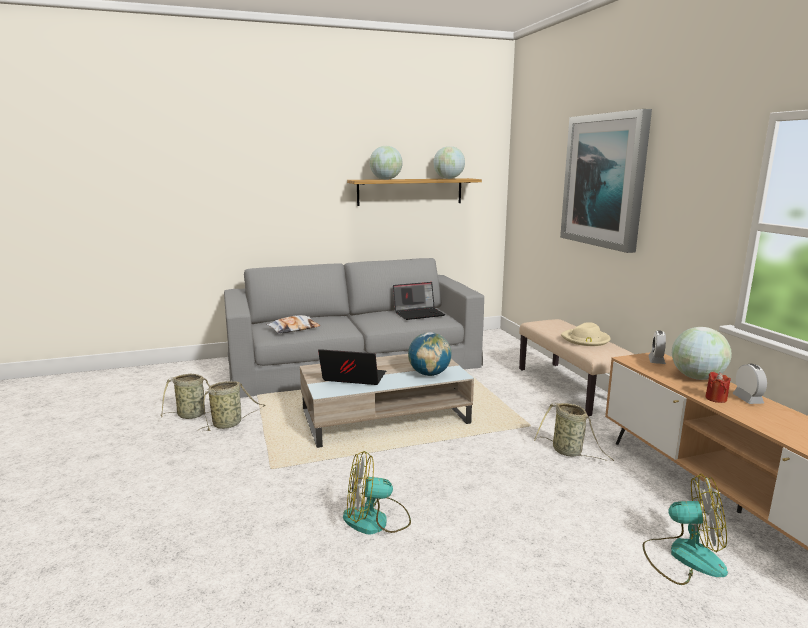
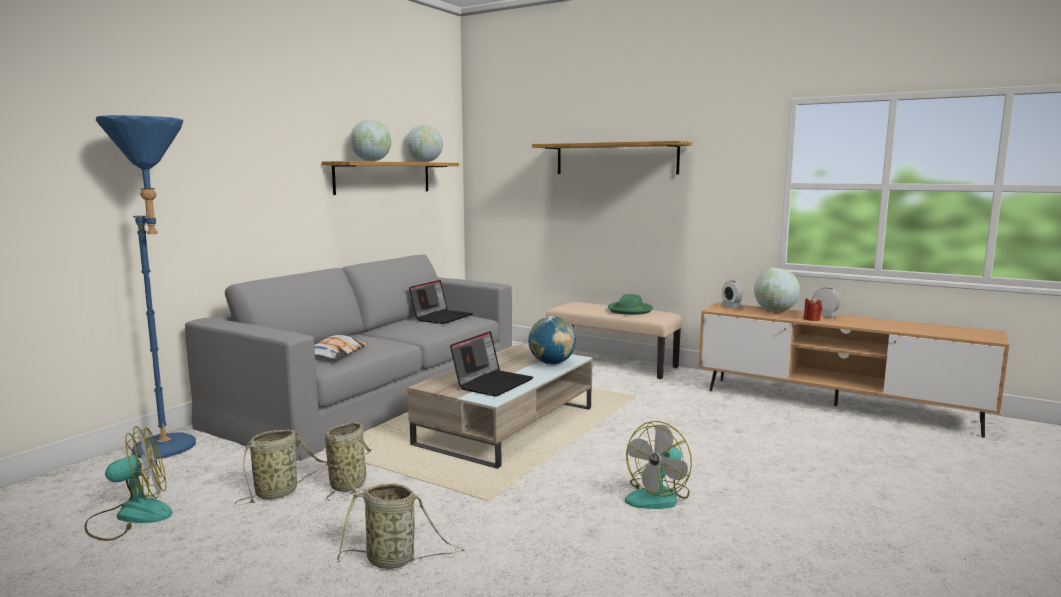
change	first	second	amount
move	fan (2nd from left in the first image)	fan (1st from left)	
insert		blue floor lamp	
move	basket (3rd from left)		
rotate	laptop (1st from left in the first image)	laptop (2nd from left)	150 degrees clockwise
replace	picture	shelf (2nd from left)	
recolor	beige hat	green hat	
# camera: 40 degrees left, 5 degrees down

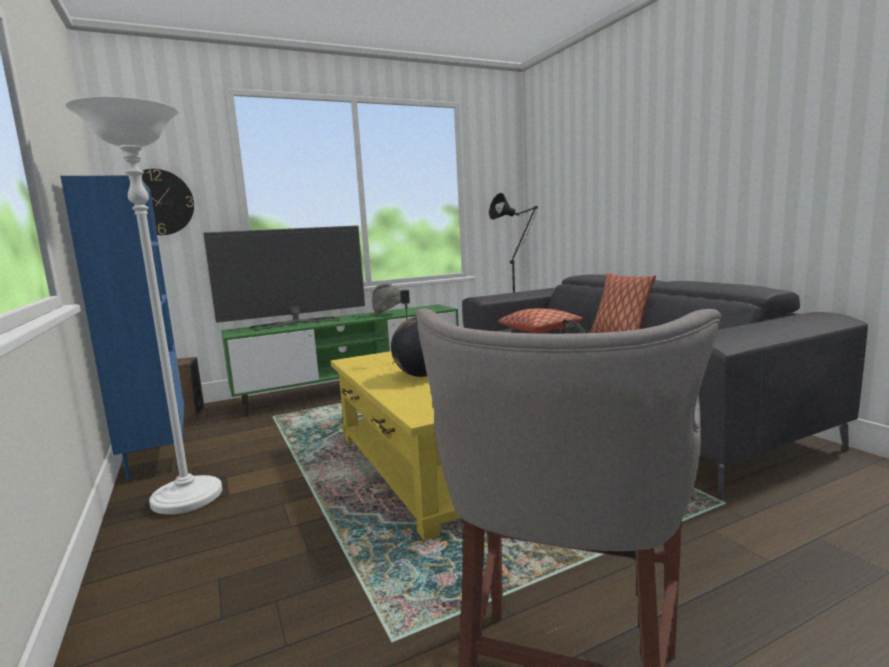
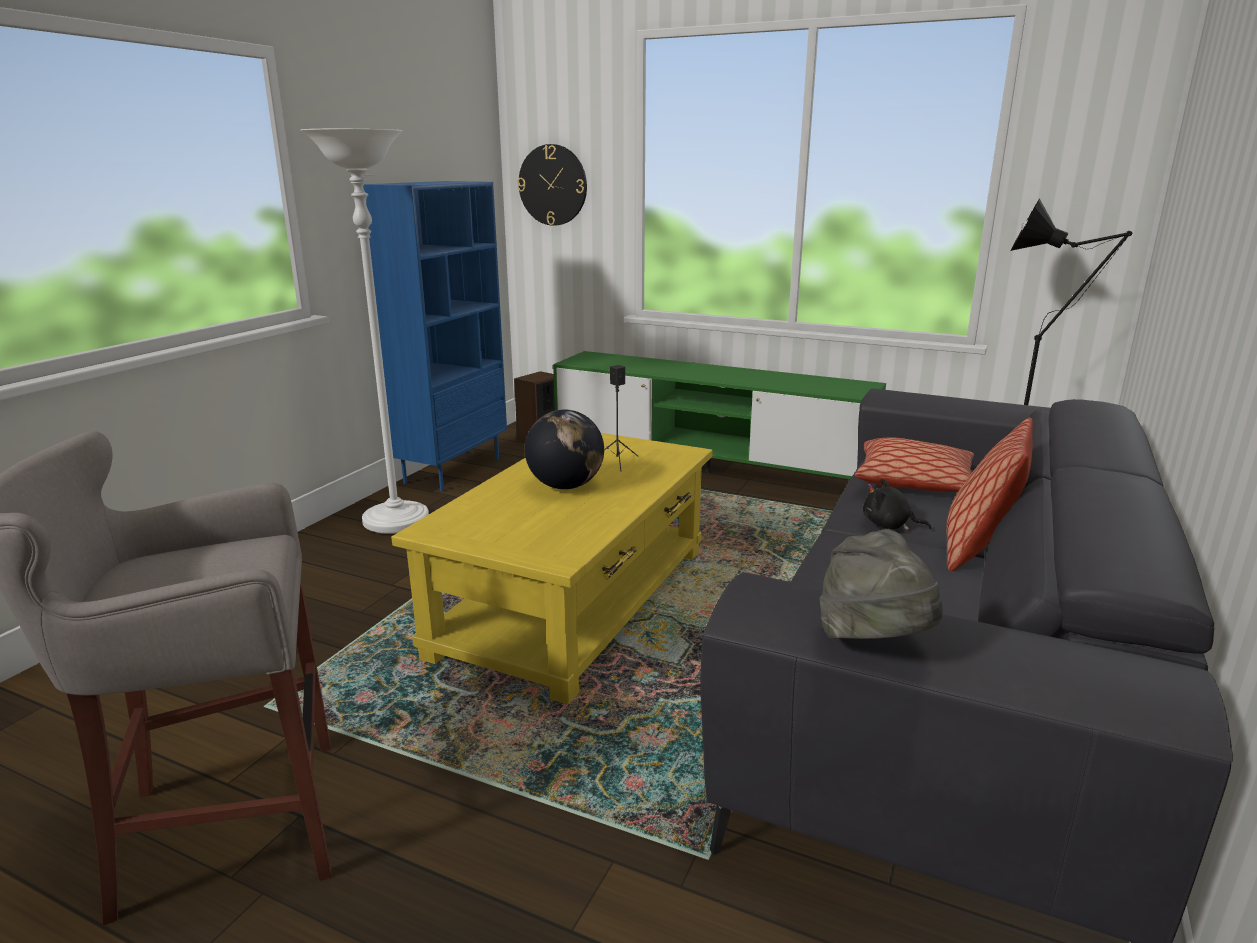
change	first	second	amount
move	grey hat		
delete	television		
# camera: 50 degrees right, 10 degrees up

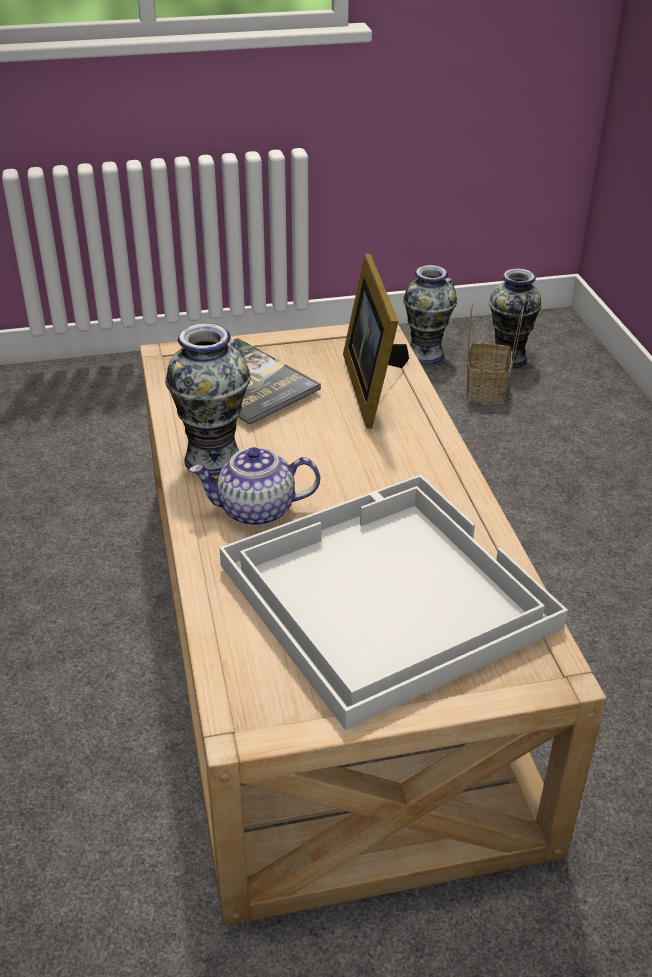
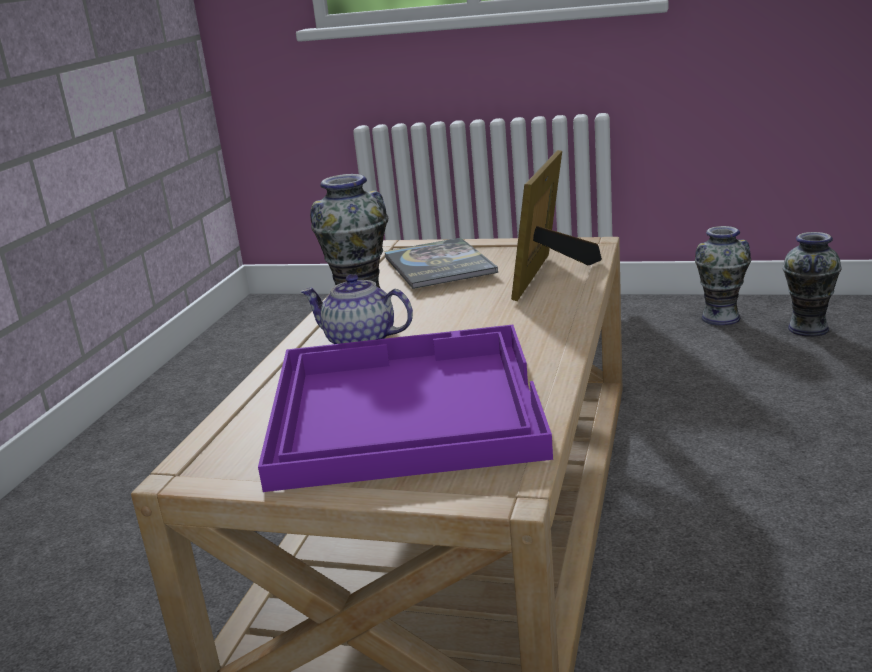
change	first	second	amount
recolor	white tray	purple tray	
delete	basket		
# camera: 30 degrees right, 15 degrees down

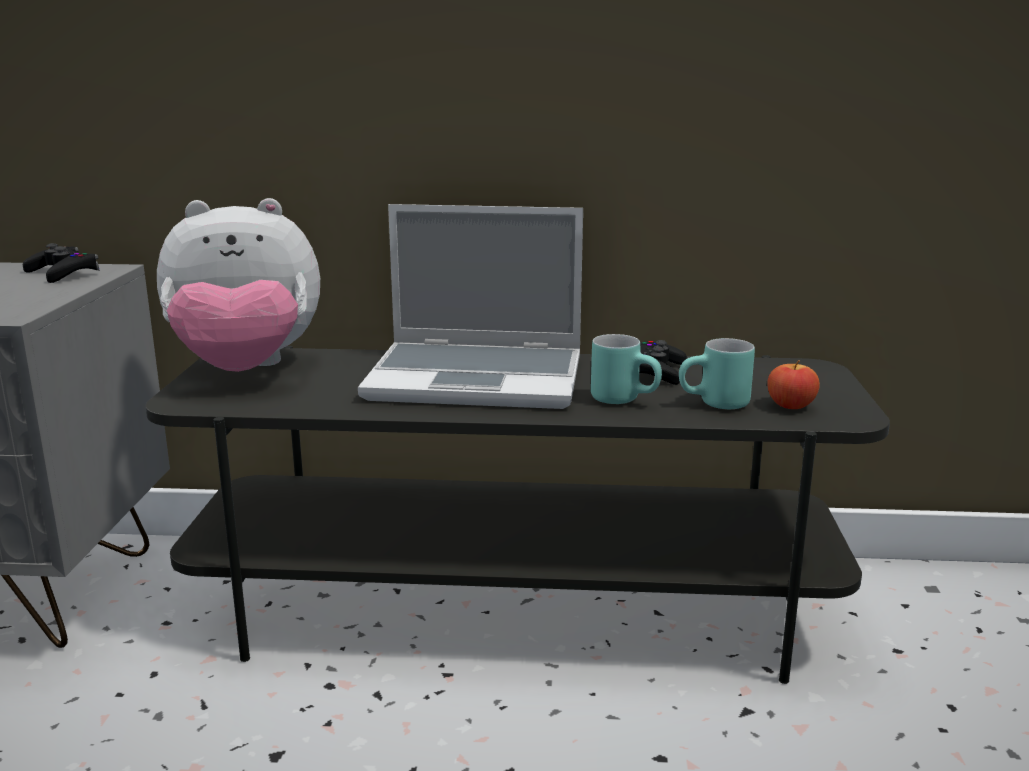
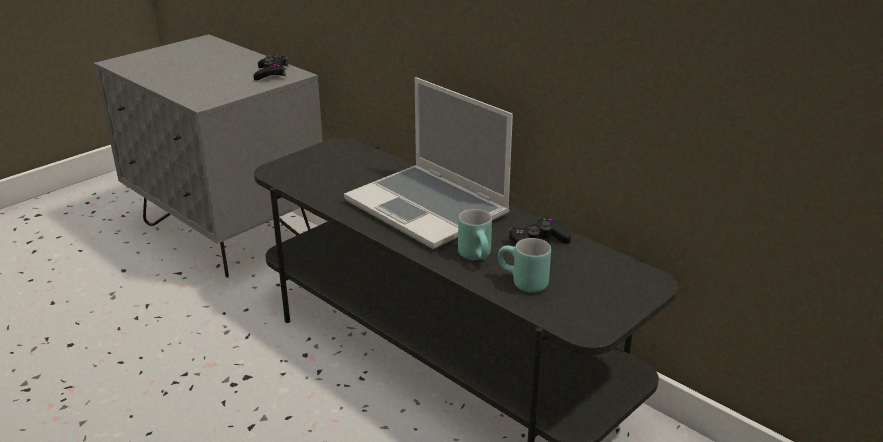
change	first	second	amount
delete	plush toy		
delete	apple		
# camera: 40 degrees right, 10 degrees up

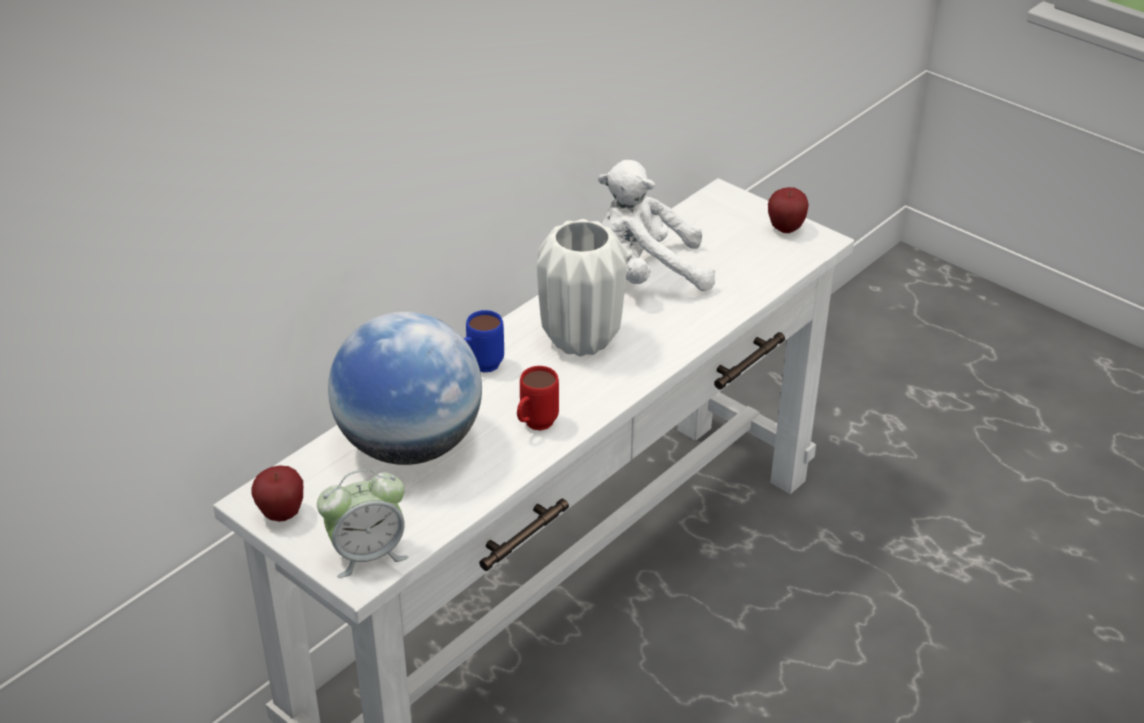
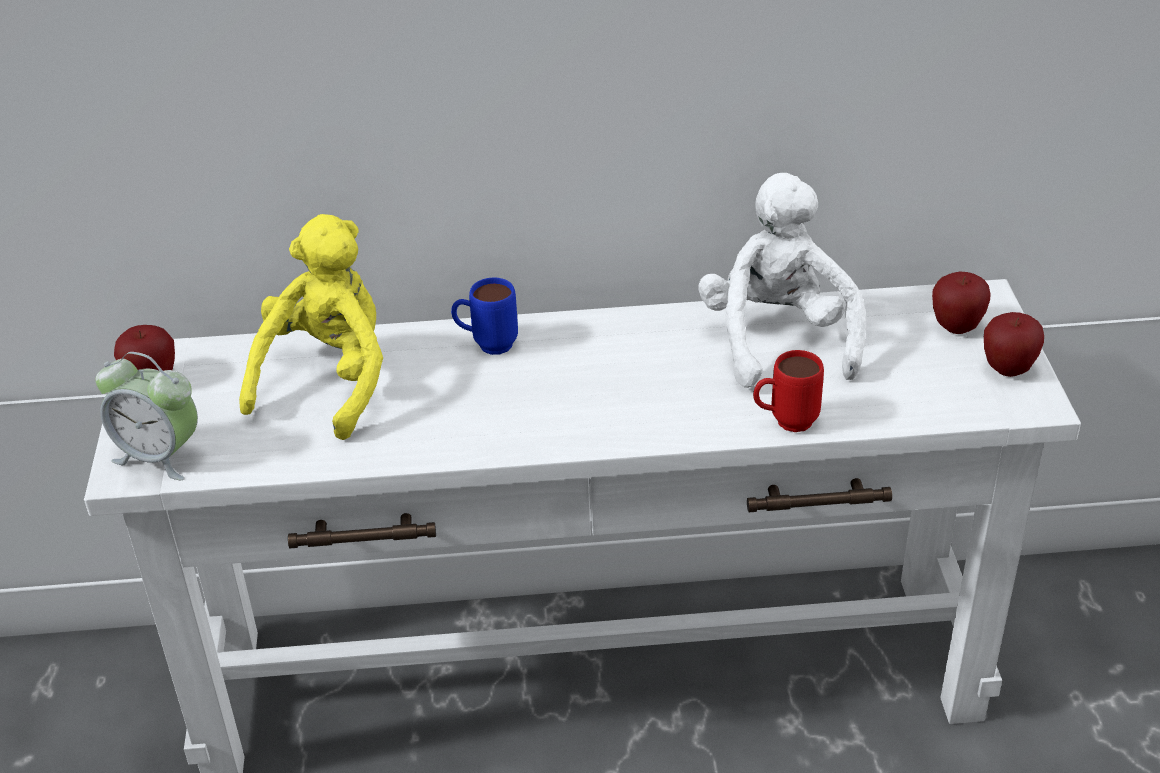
change	first	second	amount
replace	globe	yellow plush toy	
rotate	white plush toy		45 degrees clockwise
move	red mug		
insert		apple (2nd from left)	
delete	white vase		
# camera: 45 degrees right, 0 degrees up

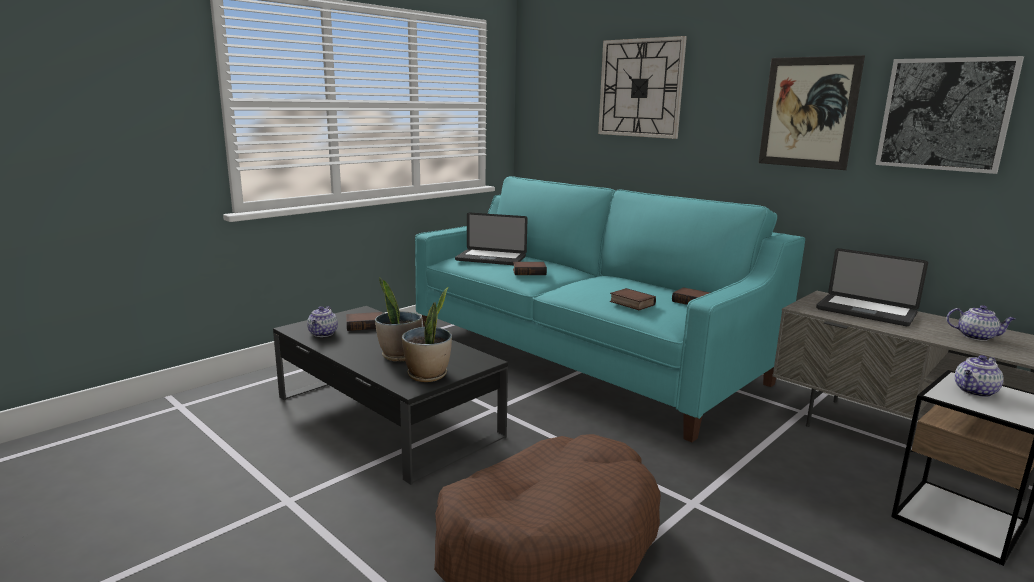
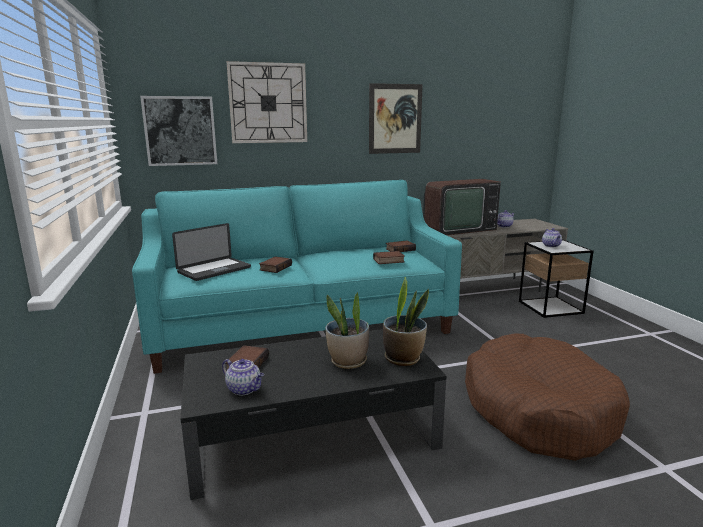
change	first	second	amount
move	picture (2nd from left in the first image)	picture (1st from left)	
replace	laptop (2nd from left)	television	
# camera: 60 degrees left, 0 degrees up

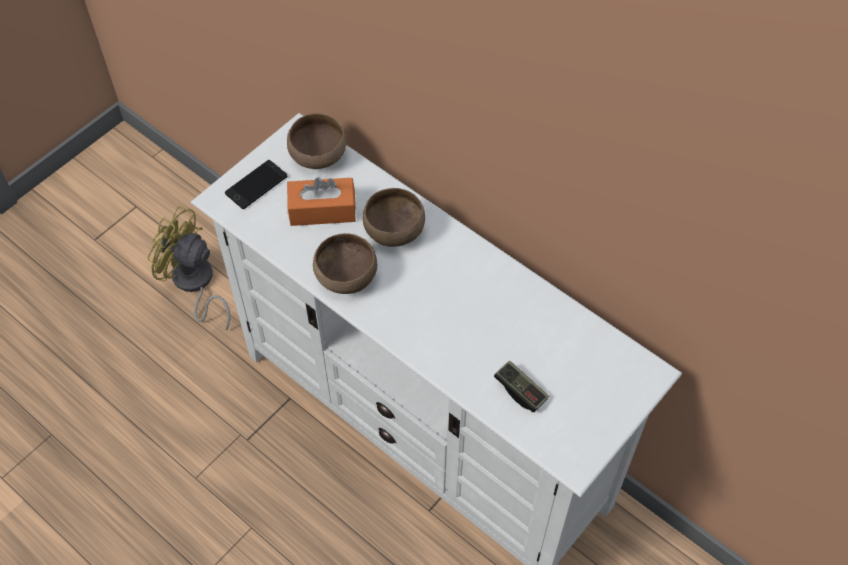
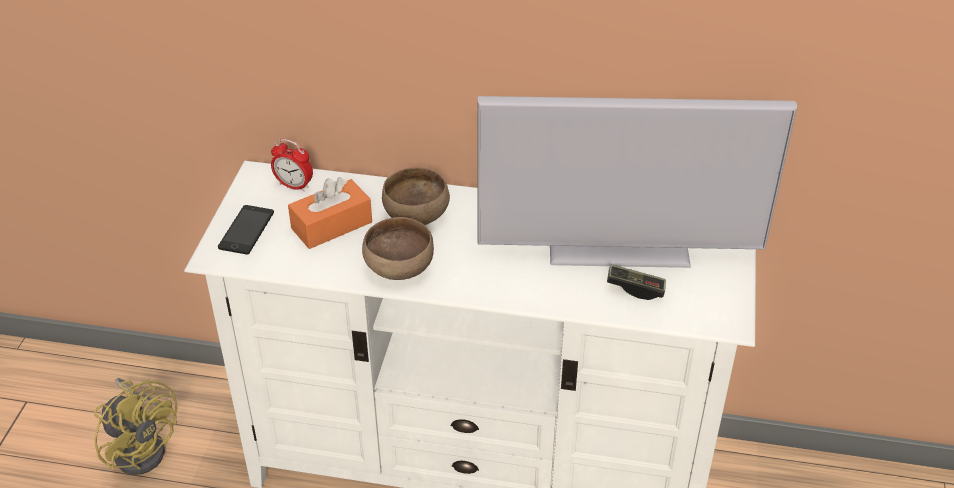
change	first	second	amount
rotate	yellow fan		135 degrees counterclockwise
replace	brown bowl (1st from left)	alarm clock	
insert		television	
# camera: 30 degrees left, 15 degrees down

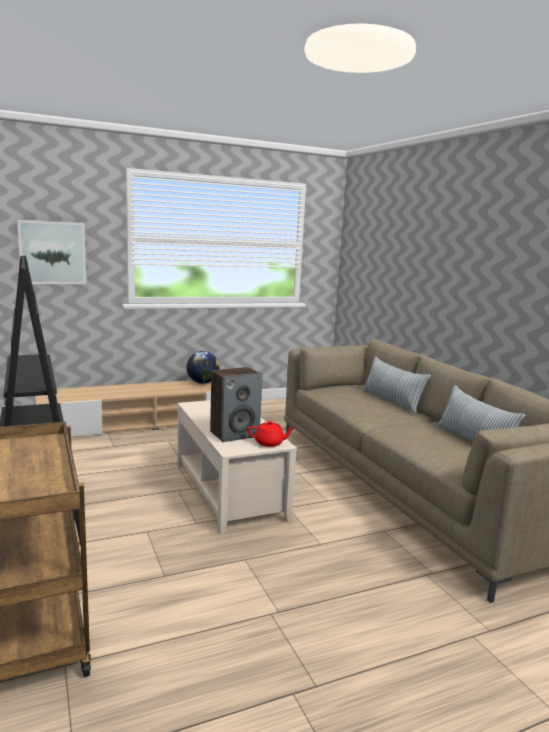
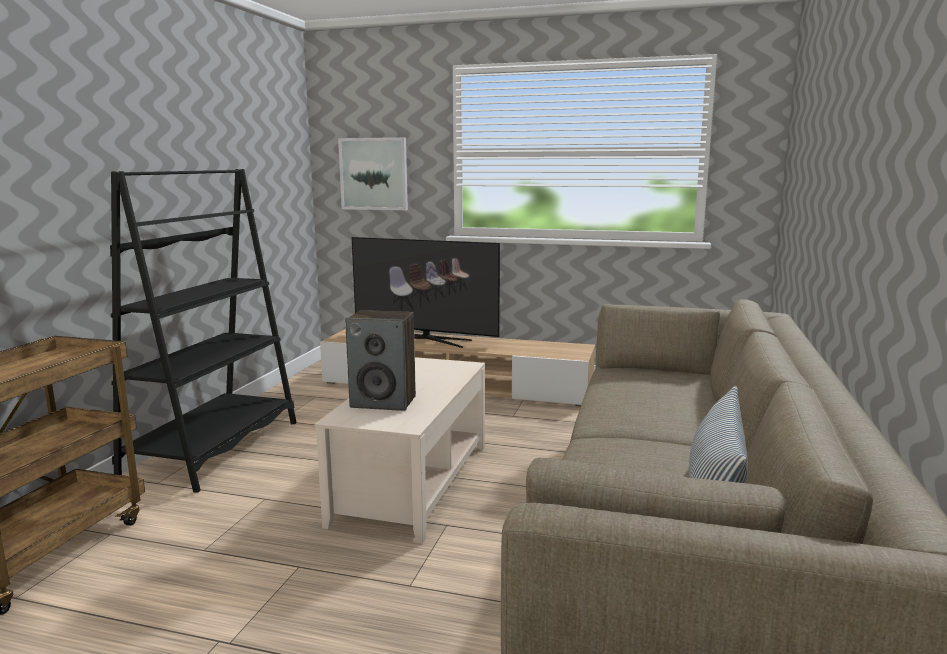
change	first	second	amount
insert		television	
delete	globe		
delete	red teapot		
delete	pillow (1st from left)		
# camera: 40 degrees right, 0 degrees up

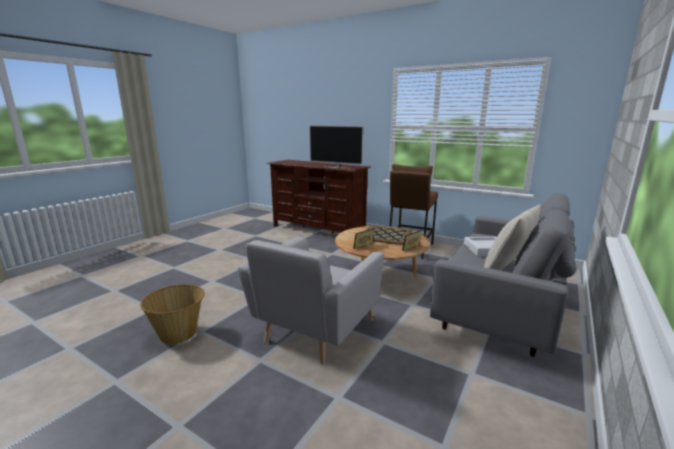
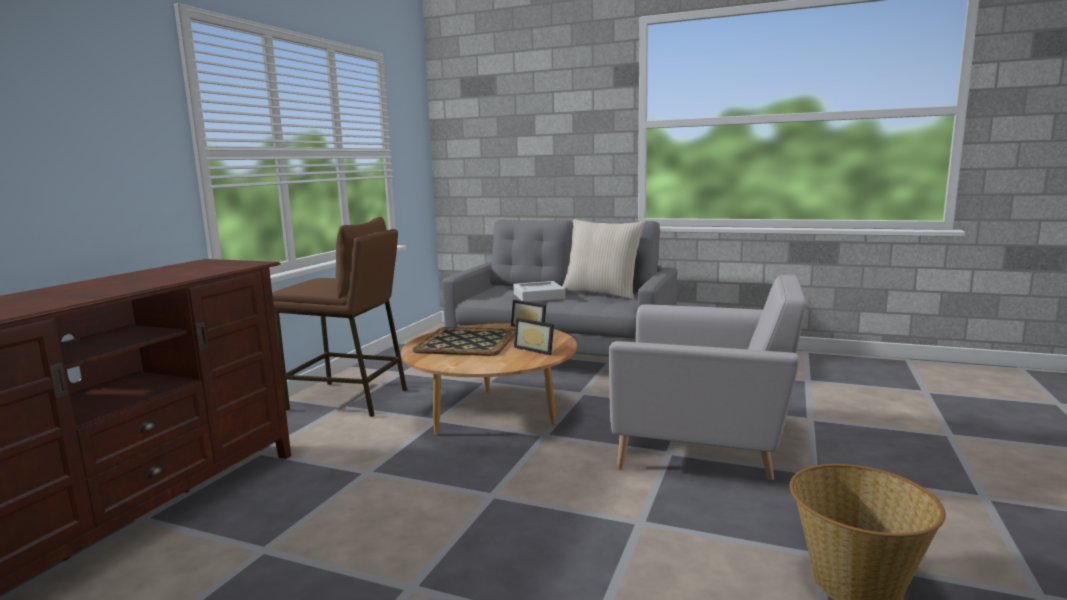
change	first	second	amount
delete	television		
# camera: 100 degrees left, 5 degrees down

